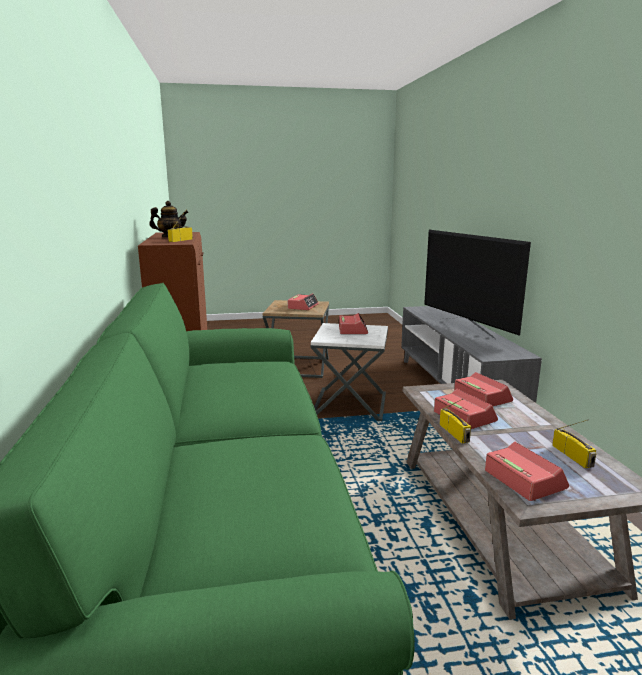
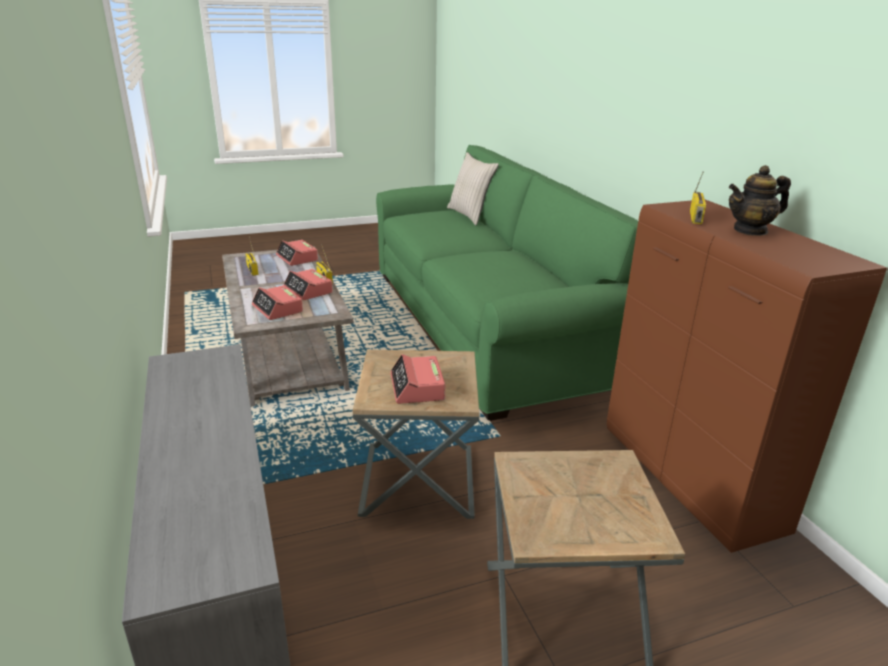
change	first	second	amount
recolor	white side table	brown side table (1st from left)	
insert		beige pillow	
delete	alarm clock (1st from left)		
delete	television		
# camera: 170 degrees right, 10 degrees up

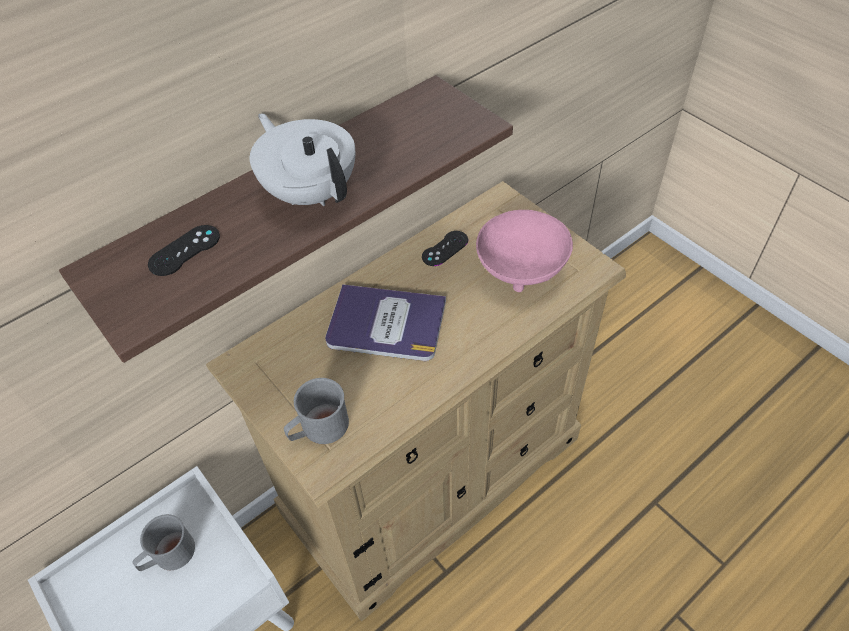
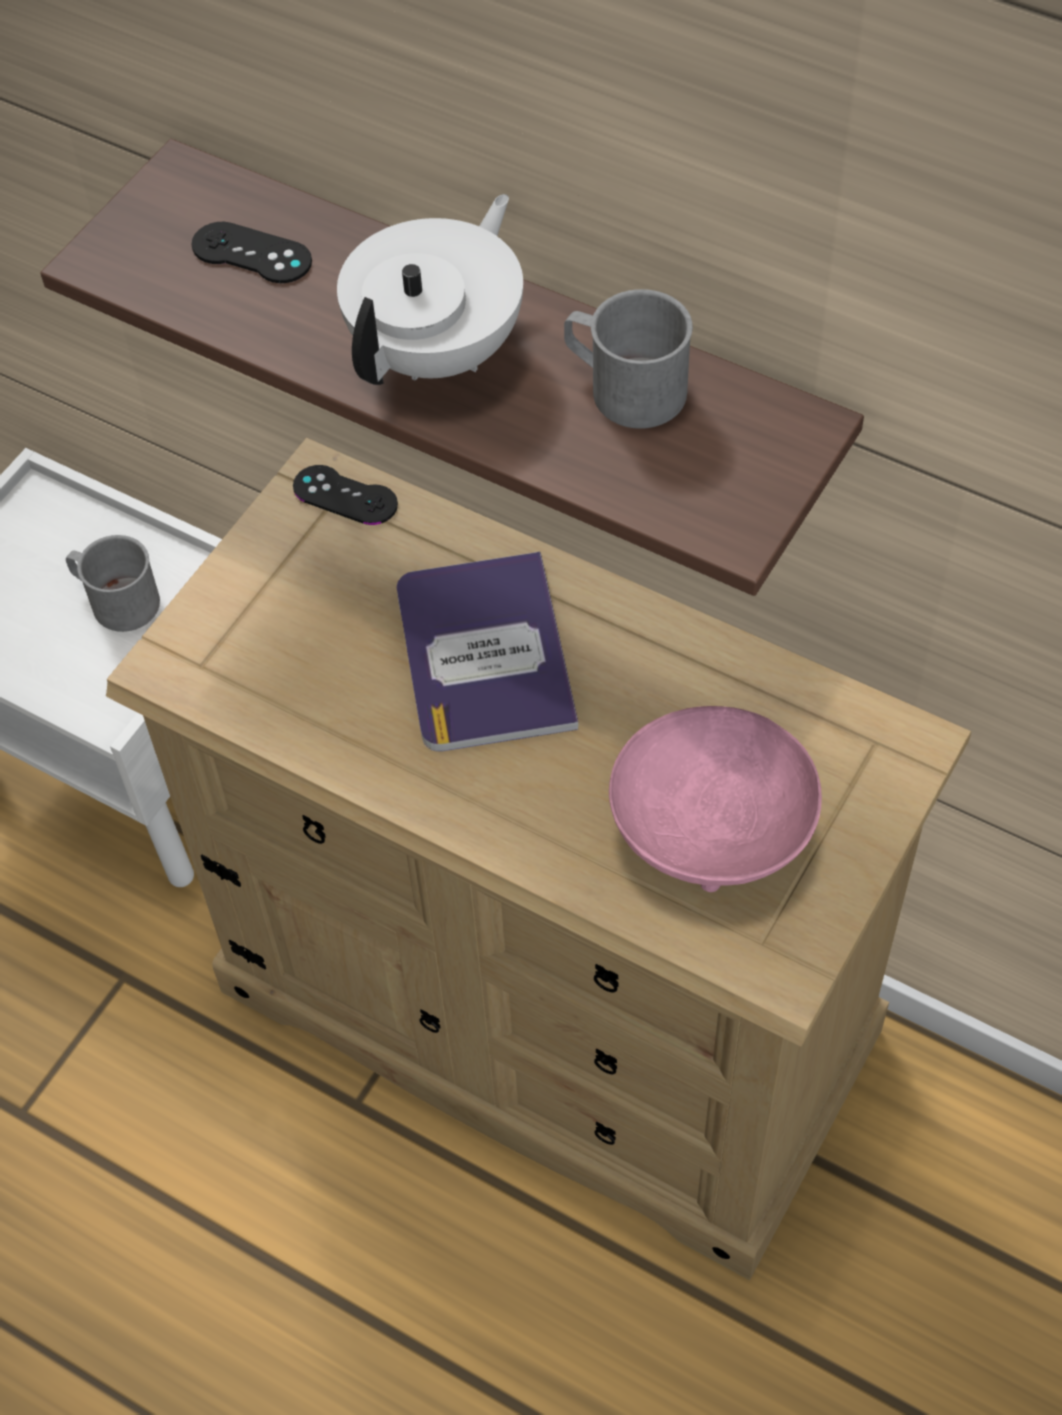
change	first	second	amount
move	black game controller (2nd from left)		
move	grey mug (2nd from left)		
# camera: 70 degrees right, 5 degrees up

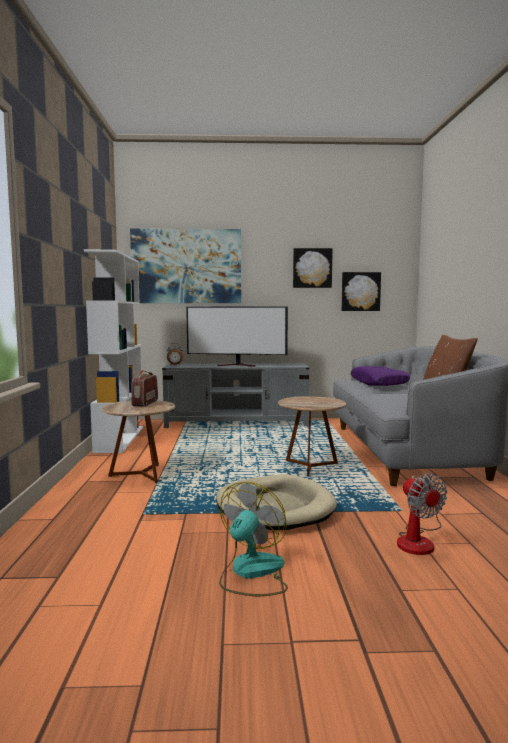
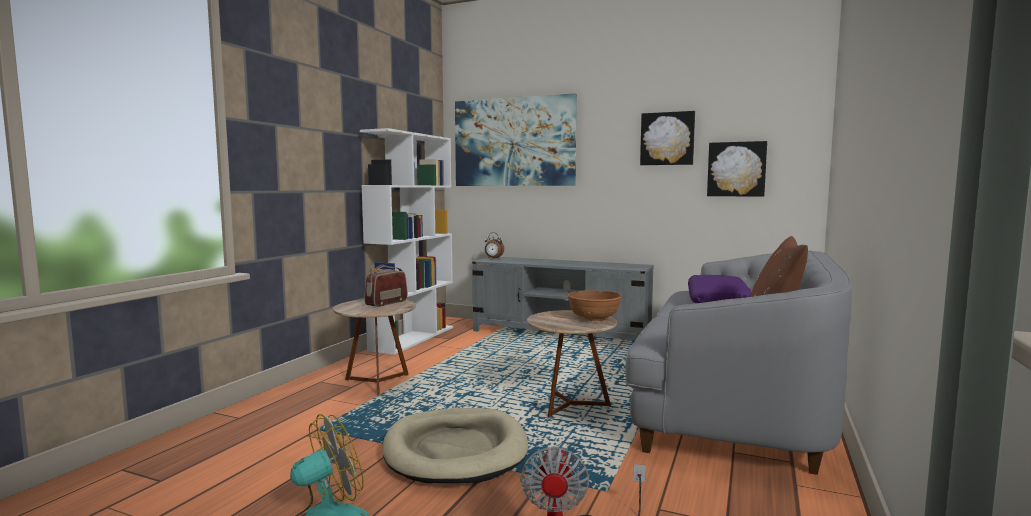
change	first	second	amount
insert		brown bowl	
delete	television		
# camera: 25 degrees right, 0 degrees up

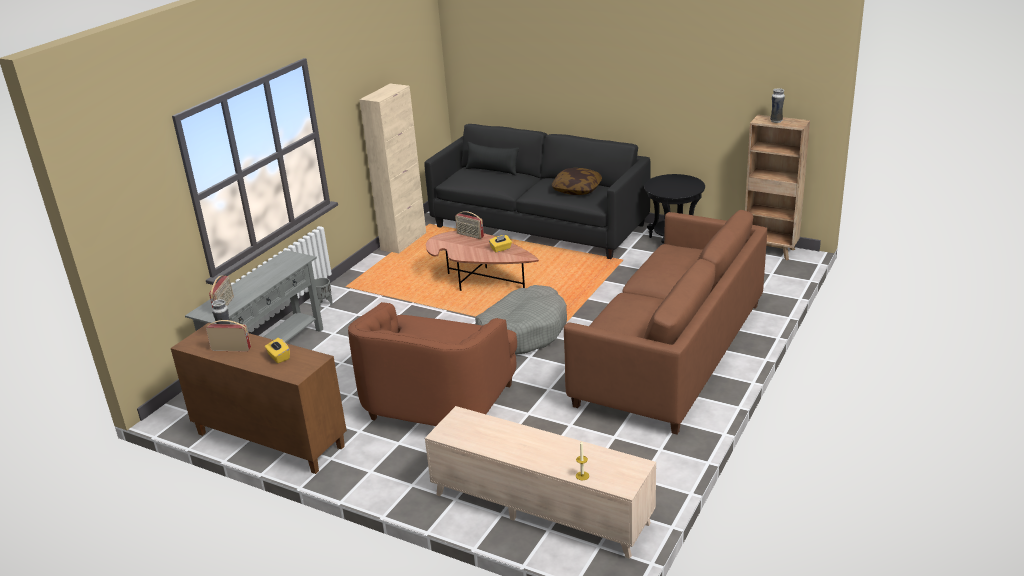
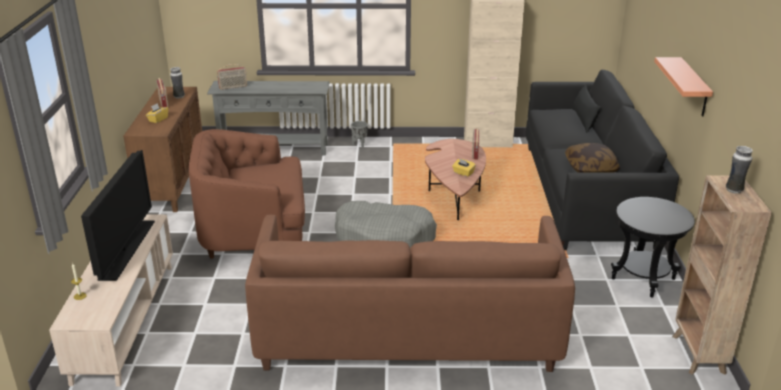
change	first	second	amount
insert		television	
insert		shelf	
# camera: 60 degrees right, 0 degrees up

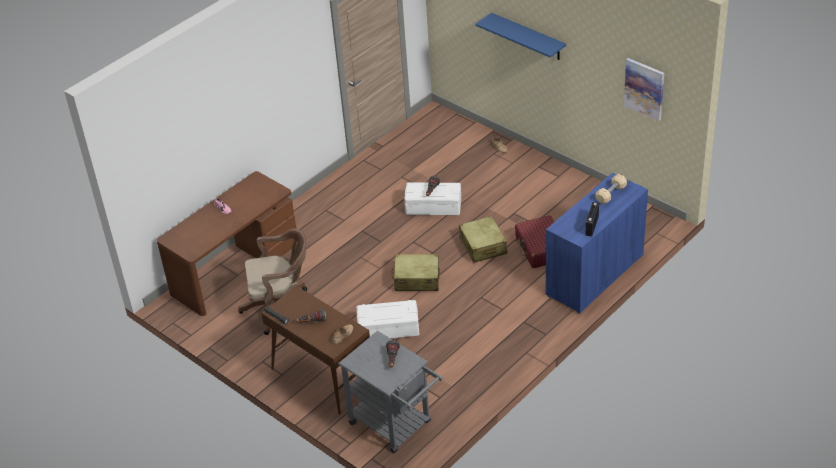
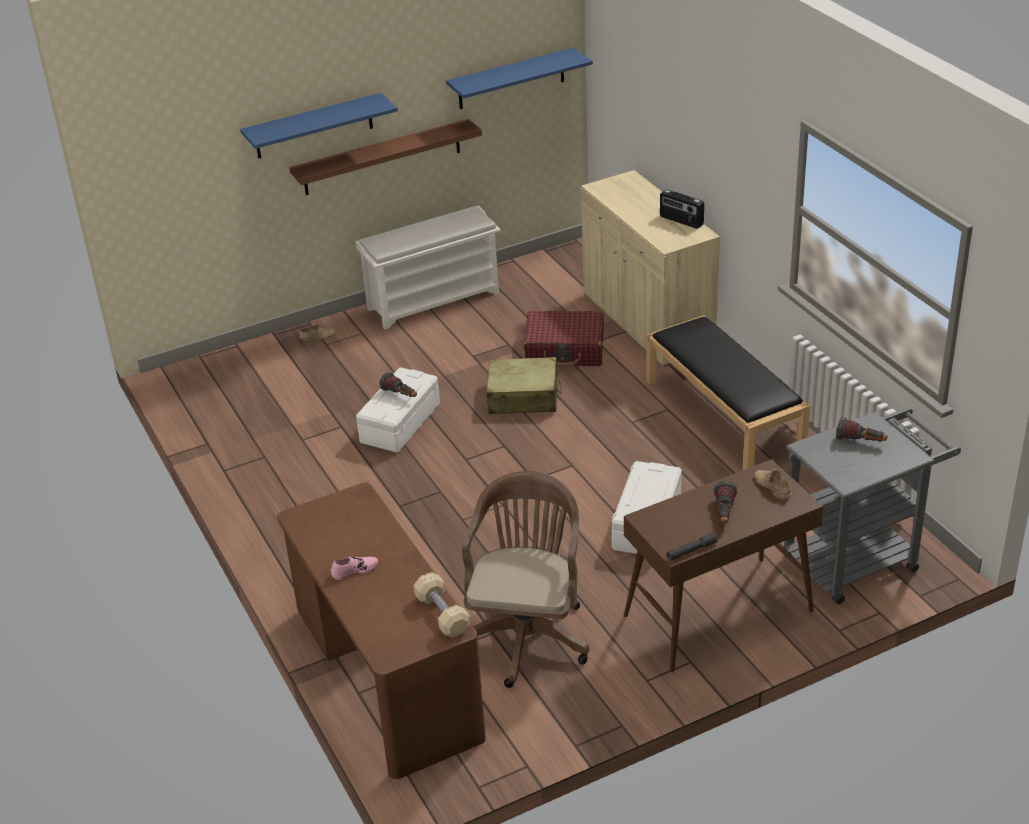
change	first	second	amount
insert		brown shelf	
insert		white shoe rack	
move	beige dumbbell		
replace	picture	blue shelf (2nd from left)	
recolor	blue cabinet	beige cabinet	
insert		black bench	
delete	beige suitcase (1st from left)		
# camera: 70 degrees left, 5 degrees down

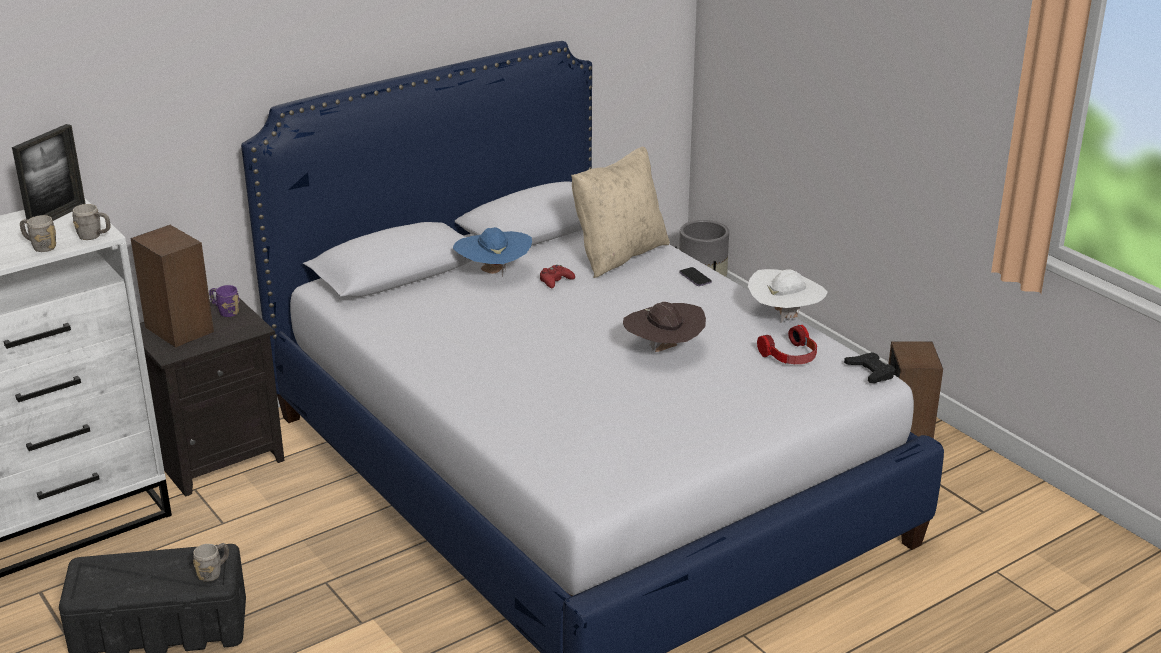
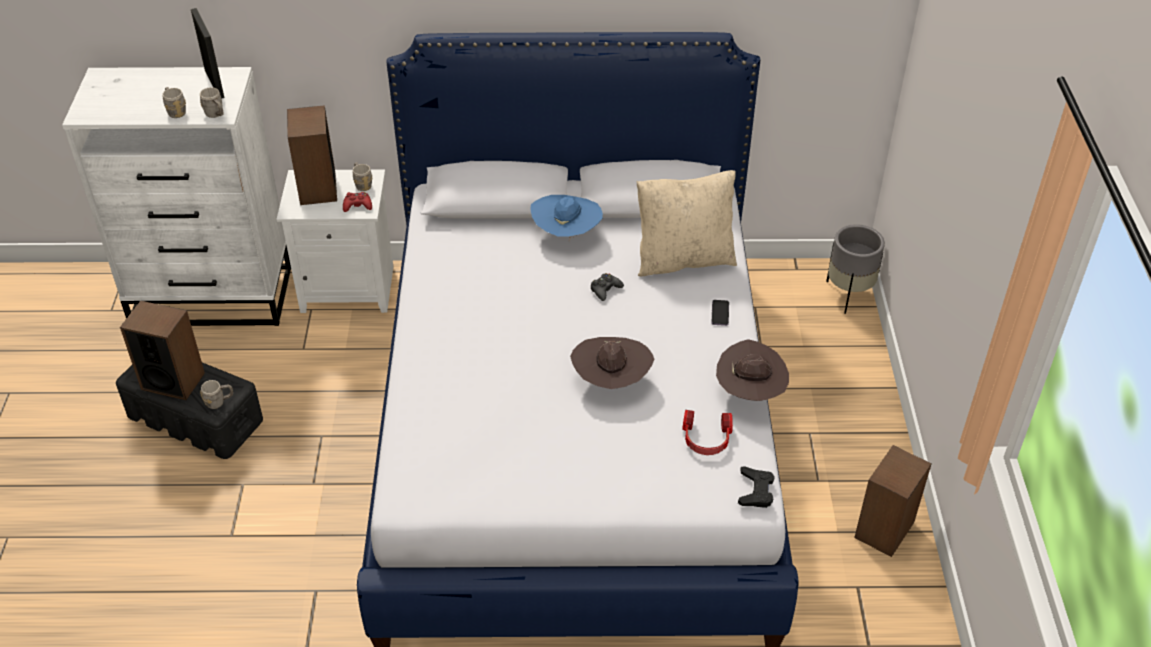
change	first	second	amount
insert		speaker (1st from left)	
rotate	picture frame		90 degrees counterclockwise
recolor	black nightstand	white nightstand	
move	red game controller		
recolor	purple mug	grey mug (4th from left)	
insert		black game controller (1st from left)	
recolor	white hat	brown hat (2nd from left)	
# camera: 35 degrees right, 15 degrees up

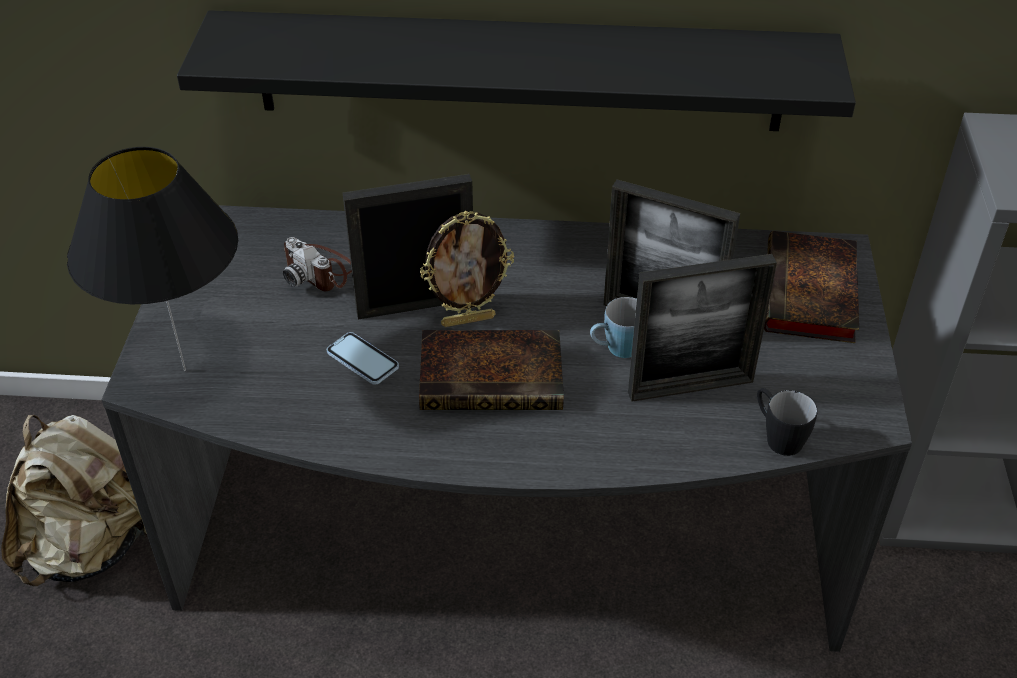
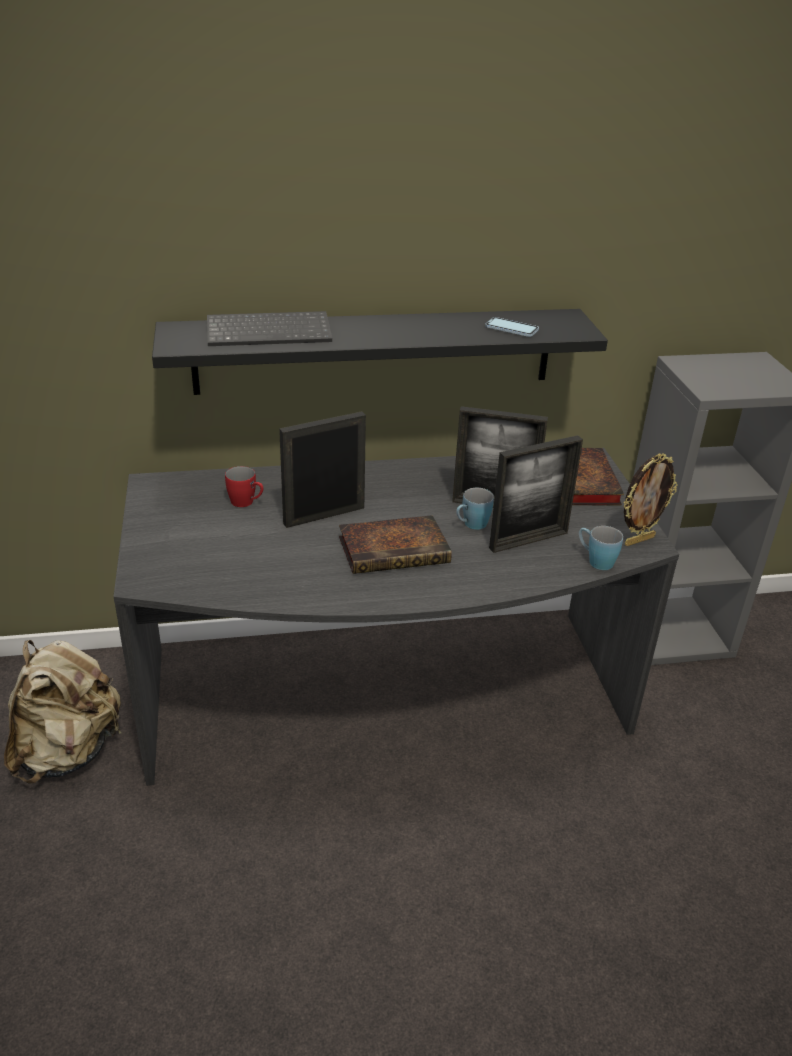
change	first	second	amount
insert		keyboard	
replace	photo camera	red mug	
move	phone		
recolor	black mug	blue mug (2nd from left)	
move	picture frame (2nd from left in the first image)	picture frame (4th from left)	
delete	black table lamp		
# camera: 15 degrees left, 10 degrees down

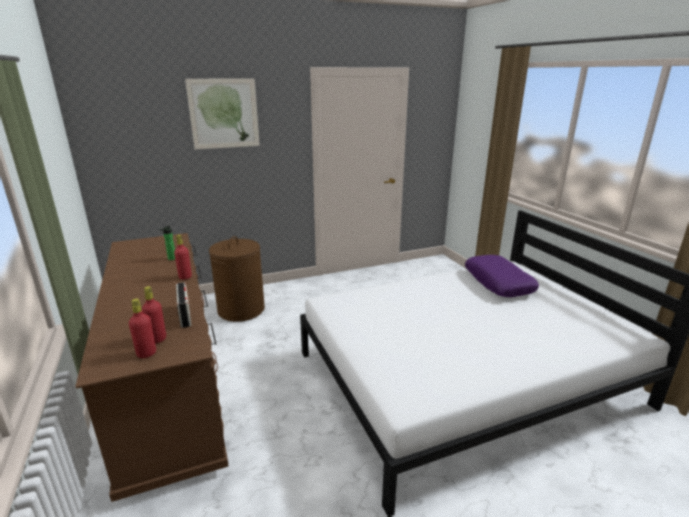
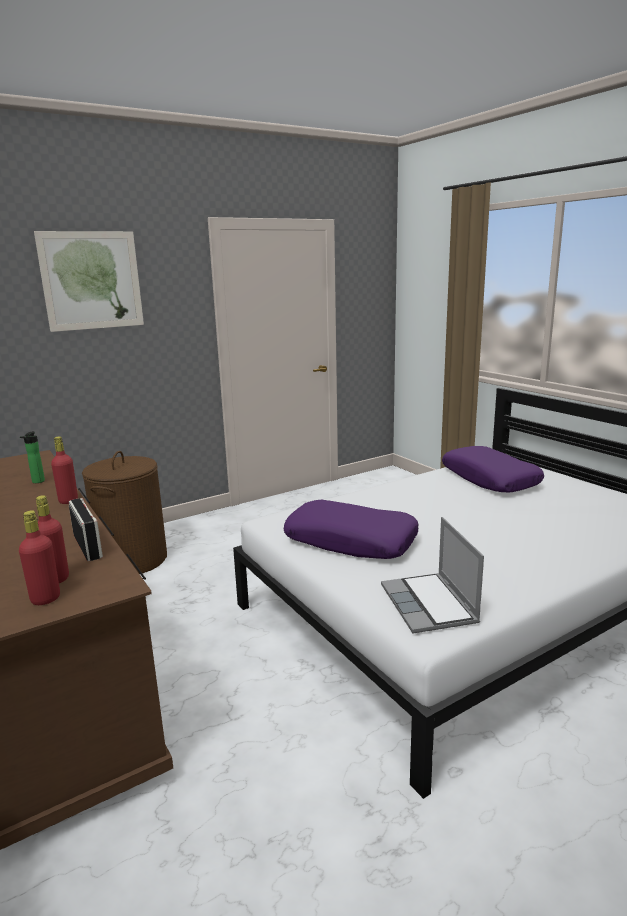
change	first	second	amount
insert		purple pillow (1st from left)	
insert		laptop	
# camera: 10 degrees left, 5 degrees down

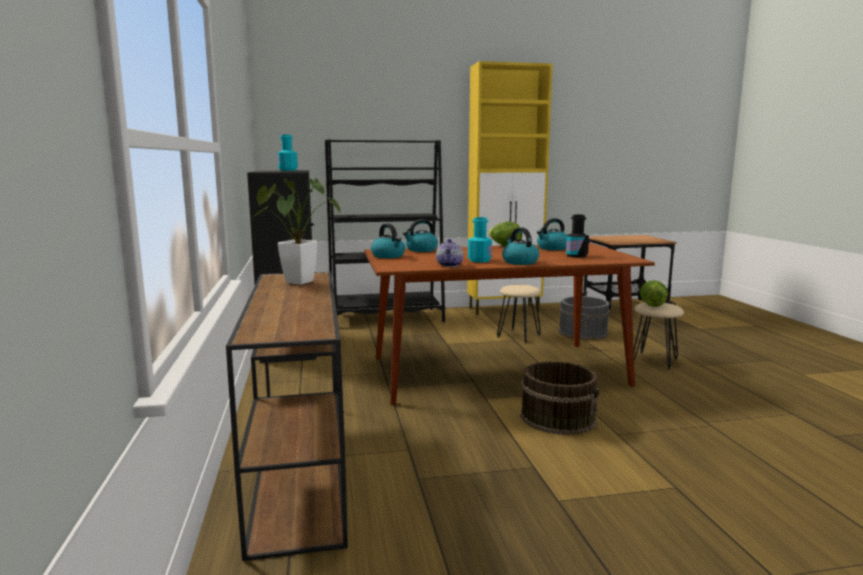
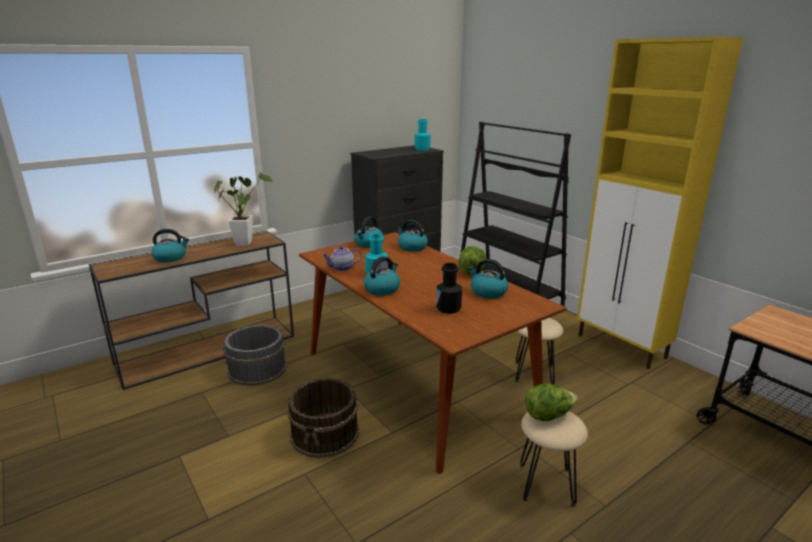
change	first	second	amount
insert		kettle (1st from left)	
move	grey bucket		
# camera: 65 degrees right, 10 degrees up

